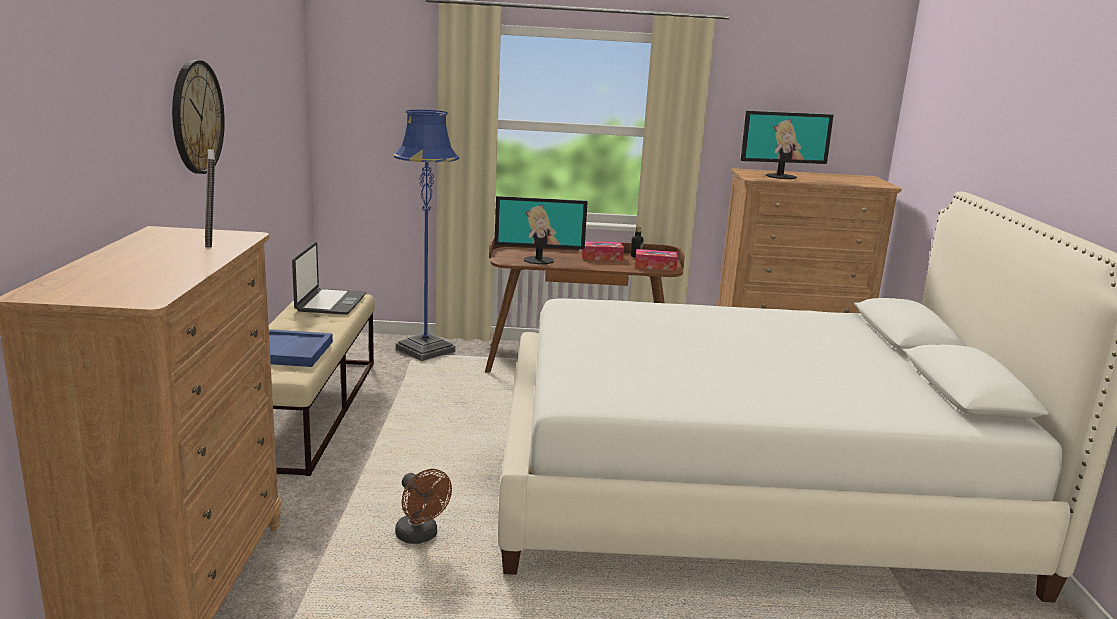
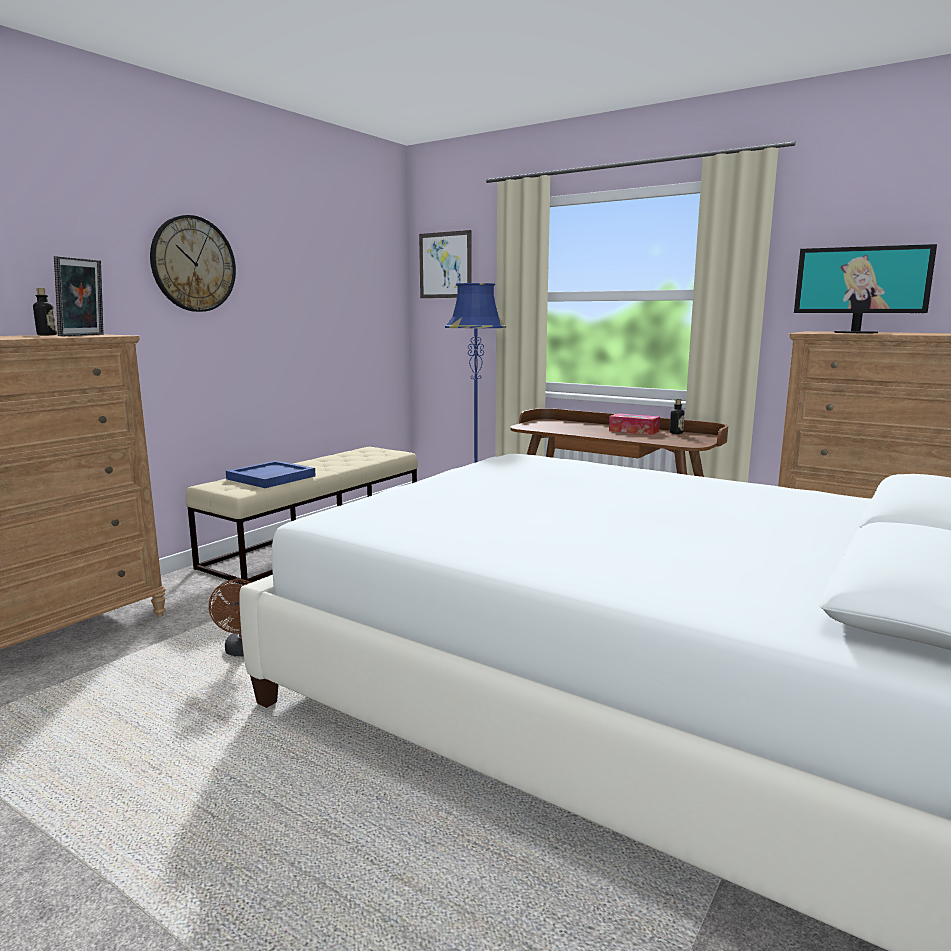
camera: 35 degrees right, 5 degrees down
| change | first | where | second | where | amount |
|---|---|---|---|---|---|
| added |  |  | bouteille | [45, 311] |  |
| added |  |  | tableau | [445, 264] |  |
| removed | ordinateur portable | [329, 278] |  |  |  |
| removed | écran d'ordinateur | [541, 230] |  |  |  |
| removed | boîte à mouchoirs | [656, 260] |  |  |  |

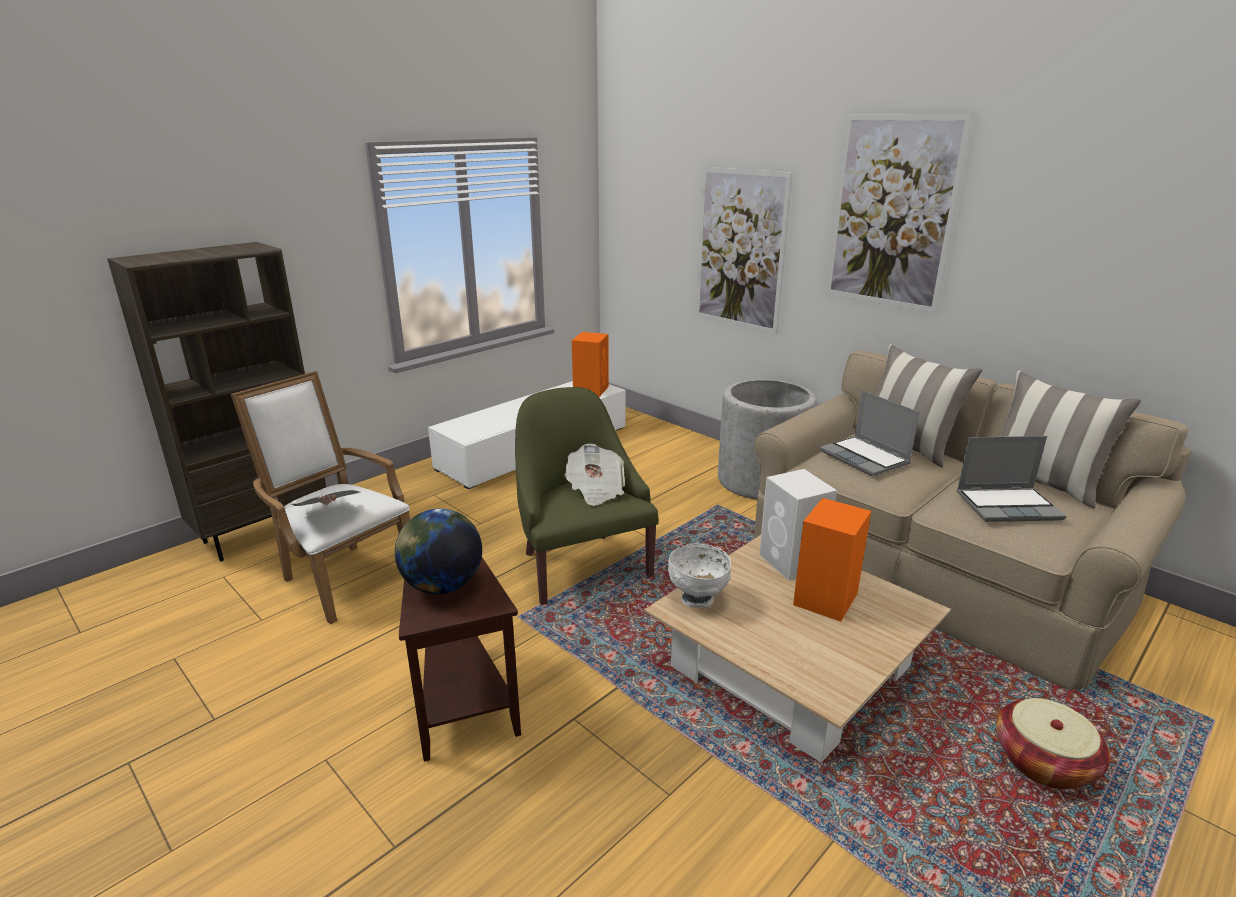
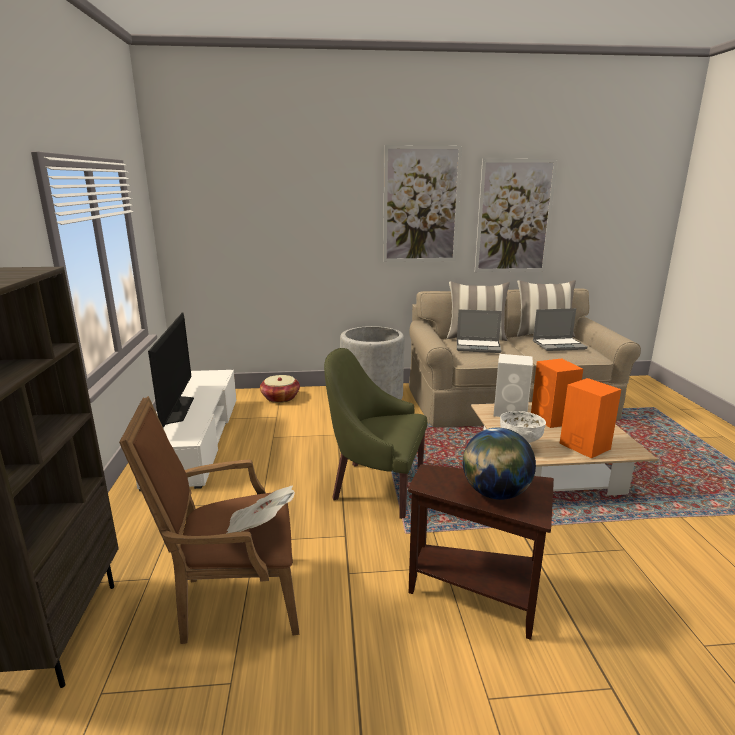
camera: 50 degrees left, 5 degrees down
| change | first | where | second | where | amount |
|---|---|---|---|---|---|
| recoloured | fauteuil [blanc] | [320, 497] | fauteuil [marron] | [209, 520] |  |
| added |  |  | téléviseur | [171, 370] |  |
| moved | panier | [1053, 743] |  | [280, 389] |  |
| moved | tableau | [744, 250] |  | [516, 215] |  |
| turned | ordinateur portable | [1011, 479] |  | [560, 329] | 45 degrees clockwise |
| moved | enceinte [orange] | [590, 364] |  | [590, 418] |  |
| removed | journal | [595, 475] |  |  |  |

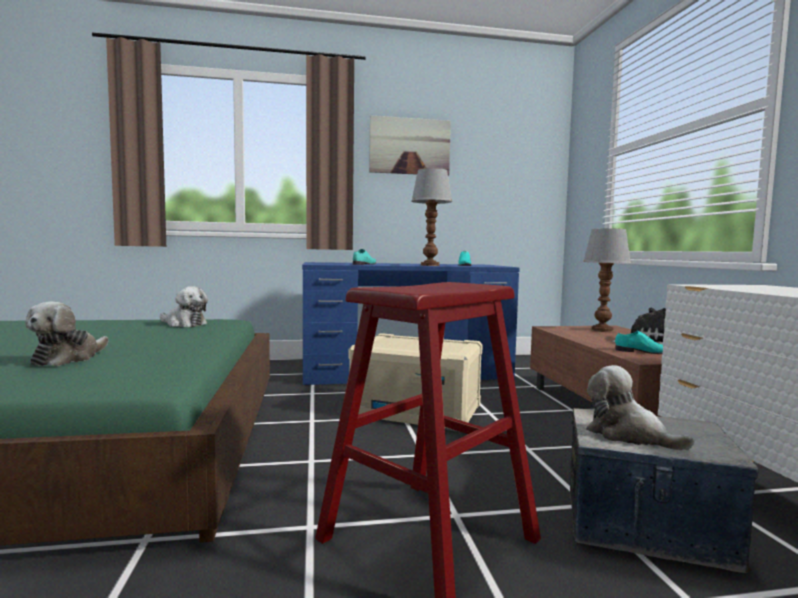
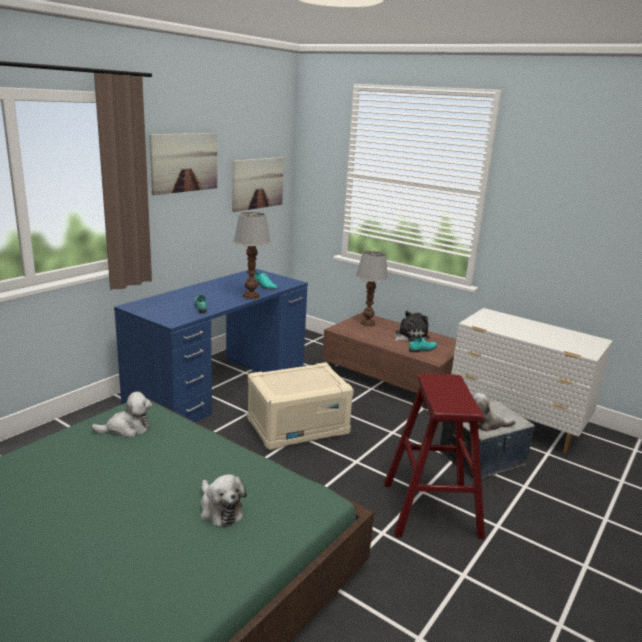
camera: 45 degrees left, 15 degrees up
| change | first | where | second | where | amount |
|---|---|---|---|---|---|
| added |  |  | tableau | [258, 184] |  |

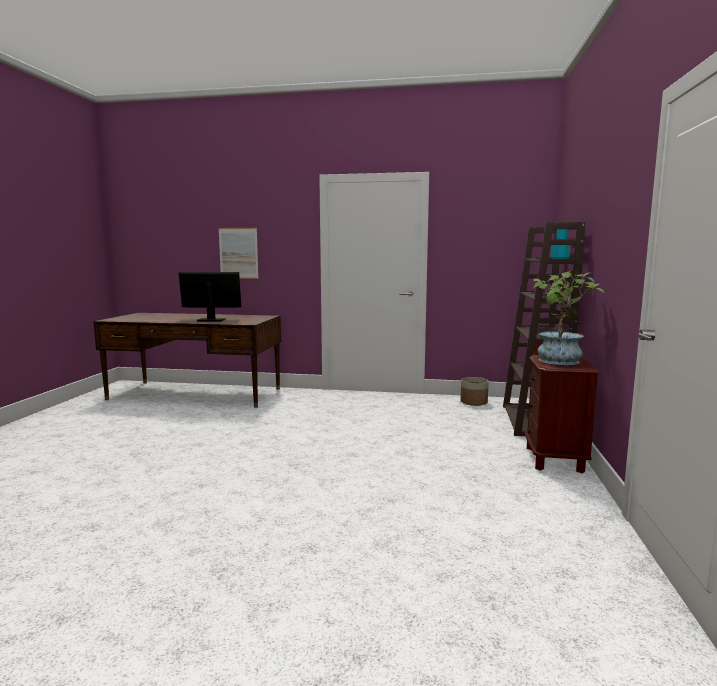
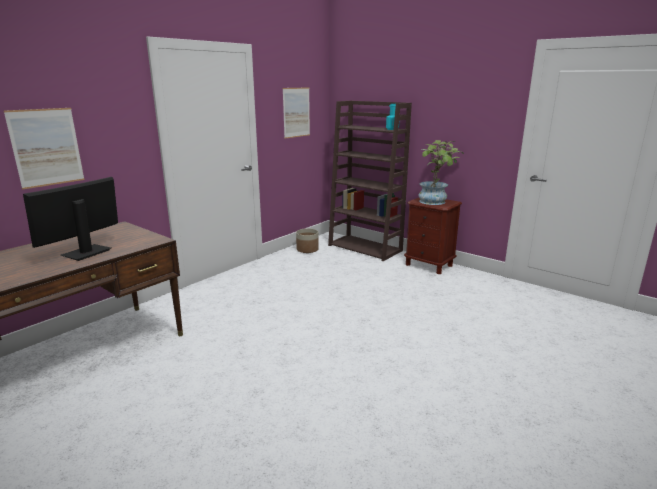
camera: 60 degrees left, 10 degrees up
| change | first | where | second | where | amount |
|---|---|---|---|---|---|
| added |  |  | tableau | [296, 113] |  |

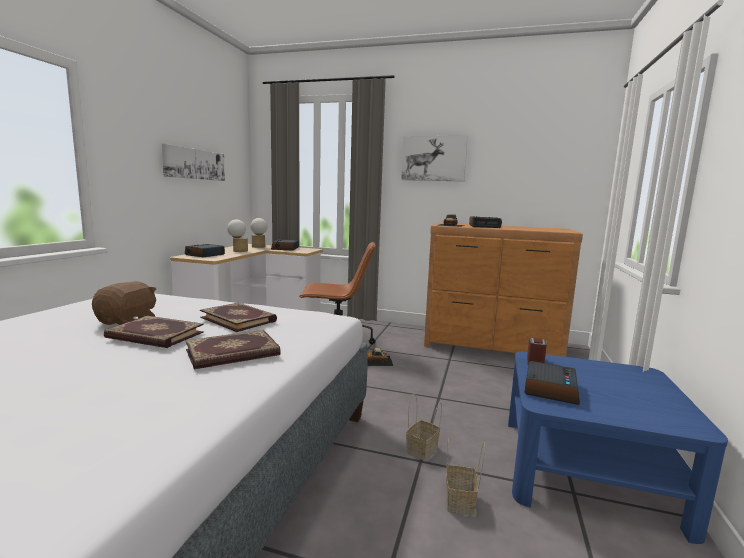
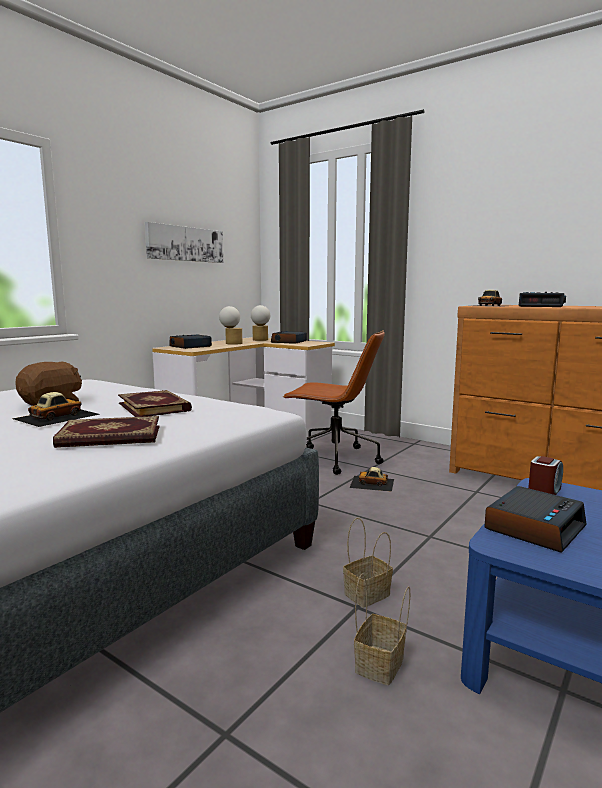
camera: 20 degrees right, 0 degrees up
| change | first | where | second | where | amount |
|---|---|---|---|---|---|
| replaced | livre | [154, 332] | petite voiture | [56, 409] |  |
| removed | tableau | [434, 159] |  |  |  |

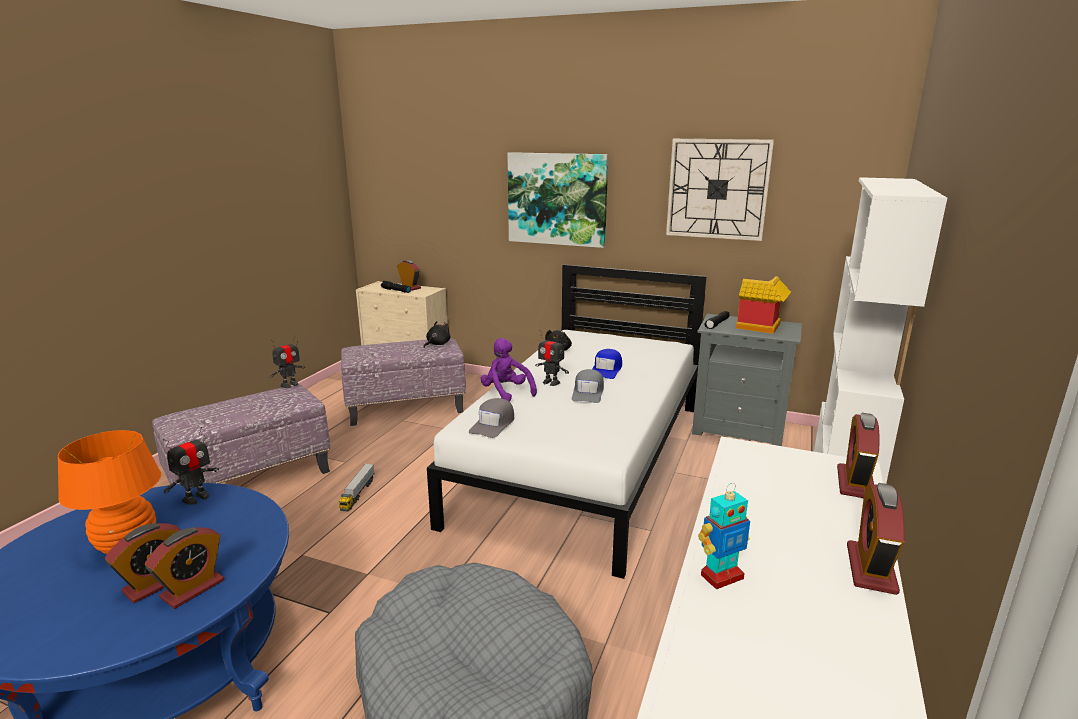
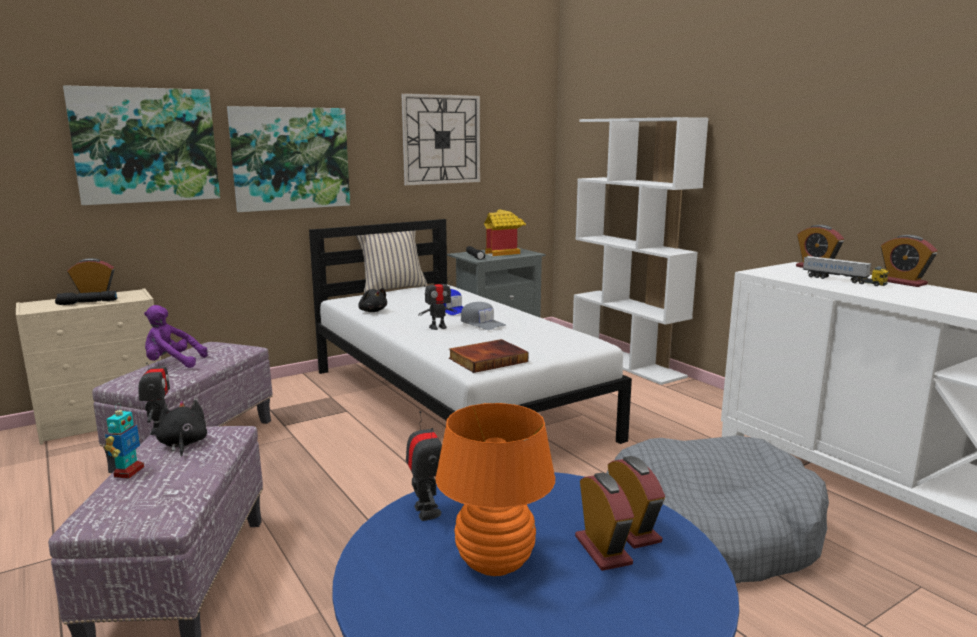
camera: 55 degrees left, 5 degrees down
| change | first | where | second | where | amount |
|---|---|---|---|---|---|
| added |  |  | tableau | [141, 145] |  |
| moved | robot jouet | [724, 536] |  | [124, 441] |  |
| moved | peluche [violet] | [508, 370] |  | [176, 336] |  |
| moved | peluche [noir] | [437, 334] |  | [181, 428] |  |
| added |  |  | coussin [beige] | [392, 261] |  |
| replaced | casquette [gris] | [491, 418] | livre | [489, 356] |  |
| moved | camion jouet | [357, 488] |  | [846, 271] |  |

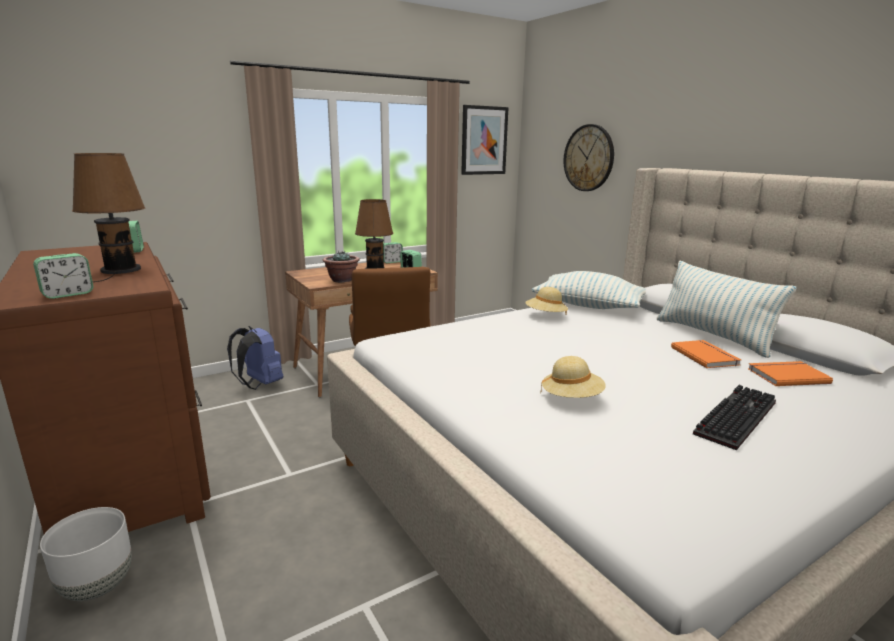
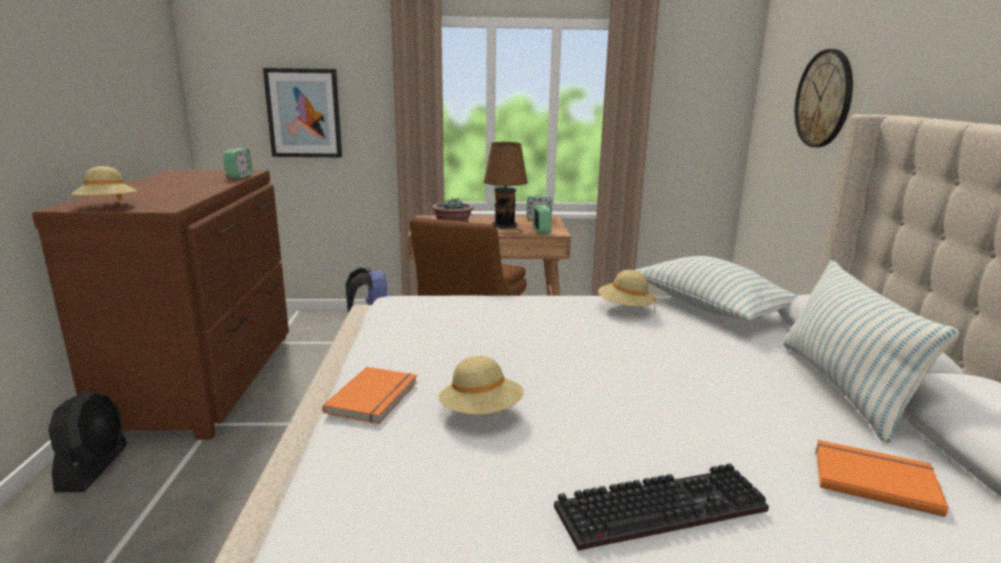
camera: 30 degrees right, 0 degrees up
| change | first | where | second | where | amount |
|---|---|---|---|---|---|
| replaced | cache-pot [blanc] | [86, 554] | ventilateur [noir] | [87, 441] |  |
| replaced | réveil | [63, 276] | chapeau [beige] | [104, 183] |  |
| moved | tableau | [485, 140] |  | [302, 113] |  |
| moved | livre [orange] | [706, 354] |  | [369, 395] |  |
| removed | lampe de table [marron] | [109, 217] |  |  |  |

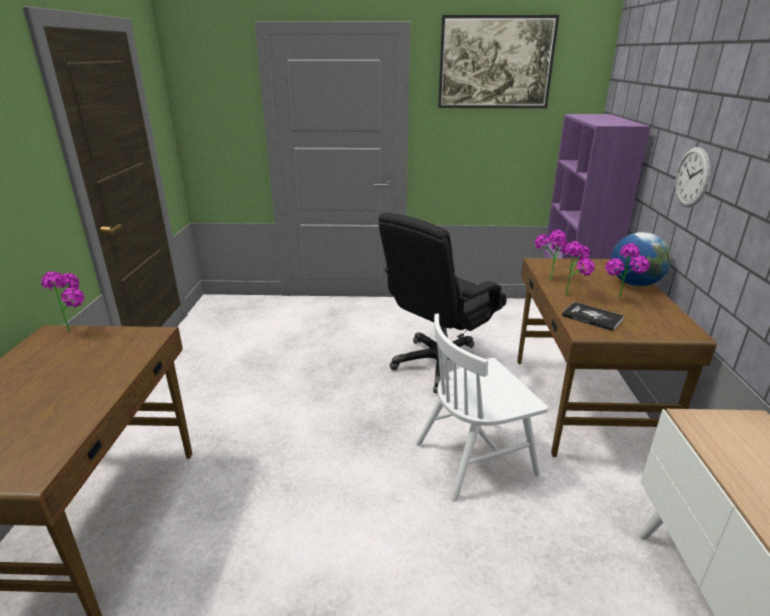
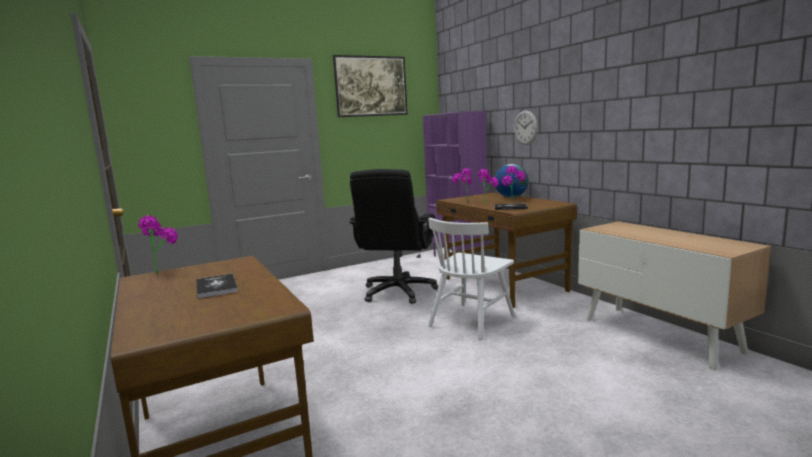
camera: 30 degrees left, 15 degrees down
| change | first | where | second | where | amount |
|---|---|---|---|---|---|
| added |  |  | livre | [217, 286] |  |

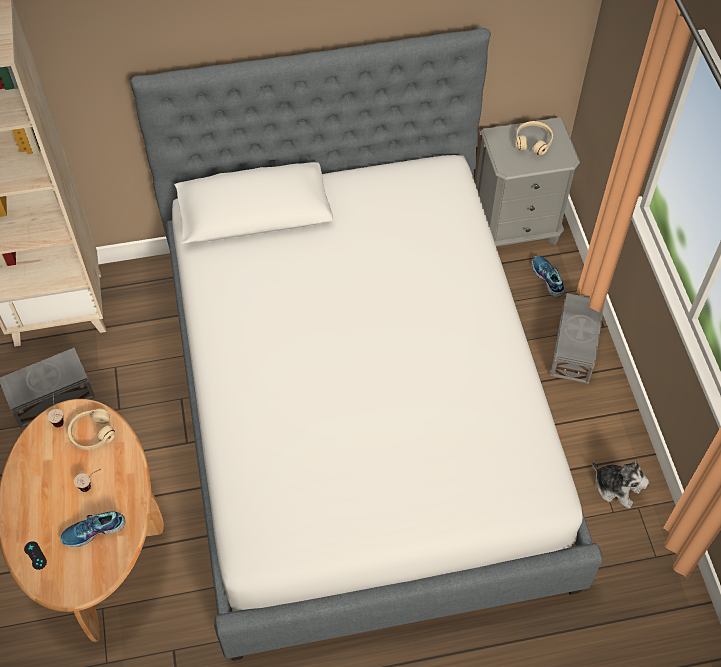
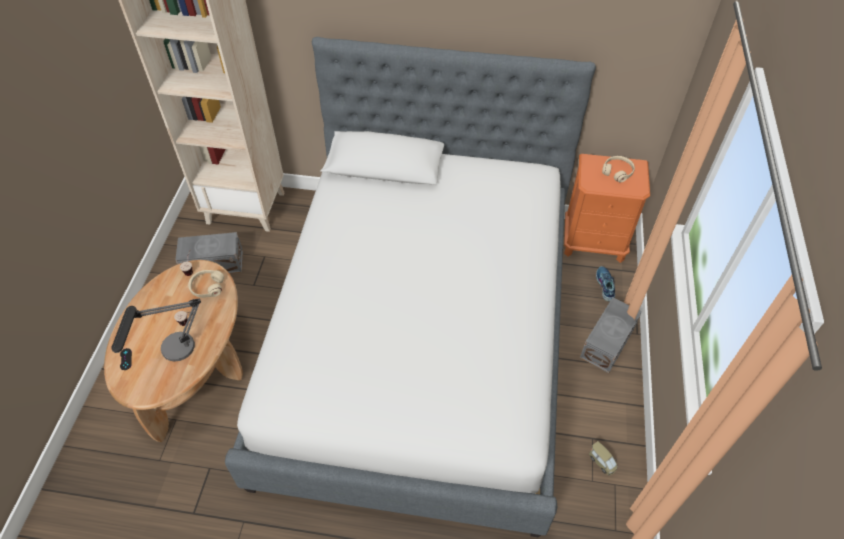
camera: 20 degrees right, 5 degrees down
| change | first | where | second | where | amount |
|---|---|---|---|---|---|
| replaced | chaussure | [92, 529] | lampe de table | [156, 330] |  |
| recoloured | table de chevet [gris] | [528, 182] | table de chevet [orange] | [607, 208] |  |
| replaced | peluche | [620, 485] | petite voiture | [603, 458] |  |

